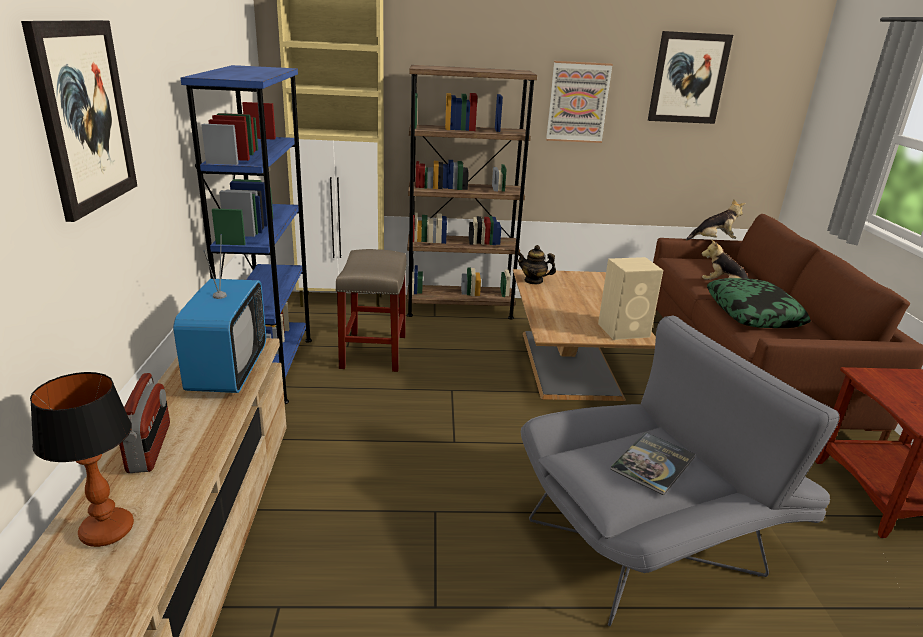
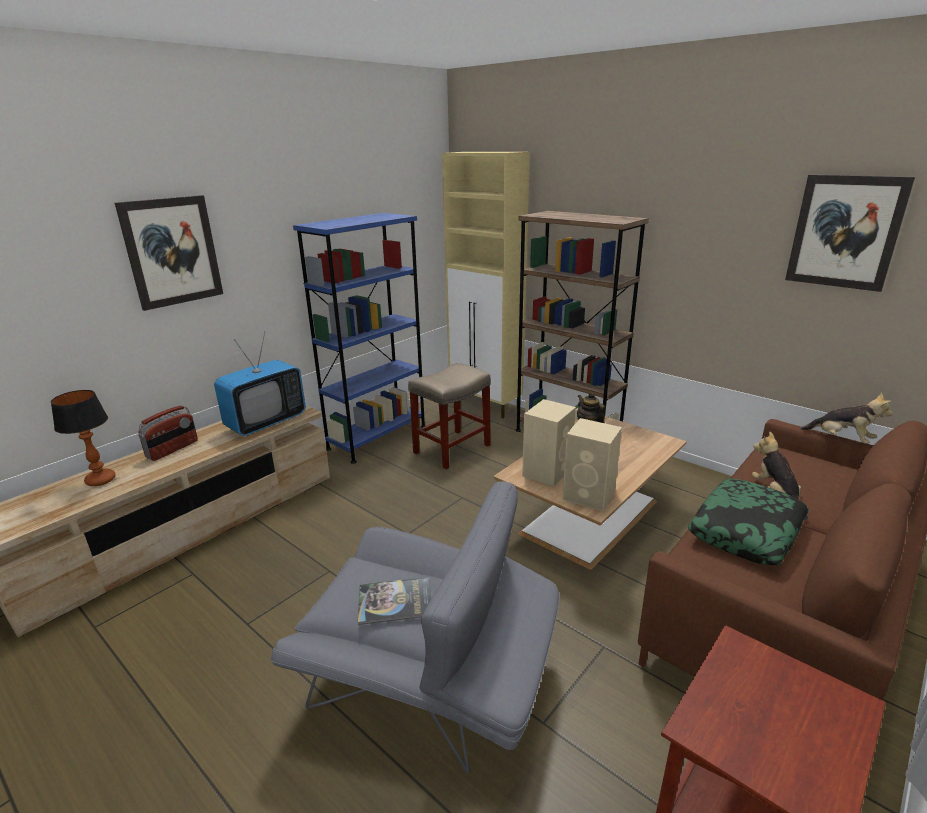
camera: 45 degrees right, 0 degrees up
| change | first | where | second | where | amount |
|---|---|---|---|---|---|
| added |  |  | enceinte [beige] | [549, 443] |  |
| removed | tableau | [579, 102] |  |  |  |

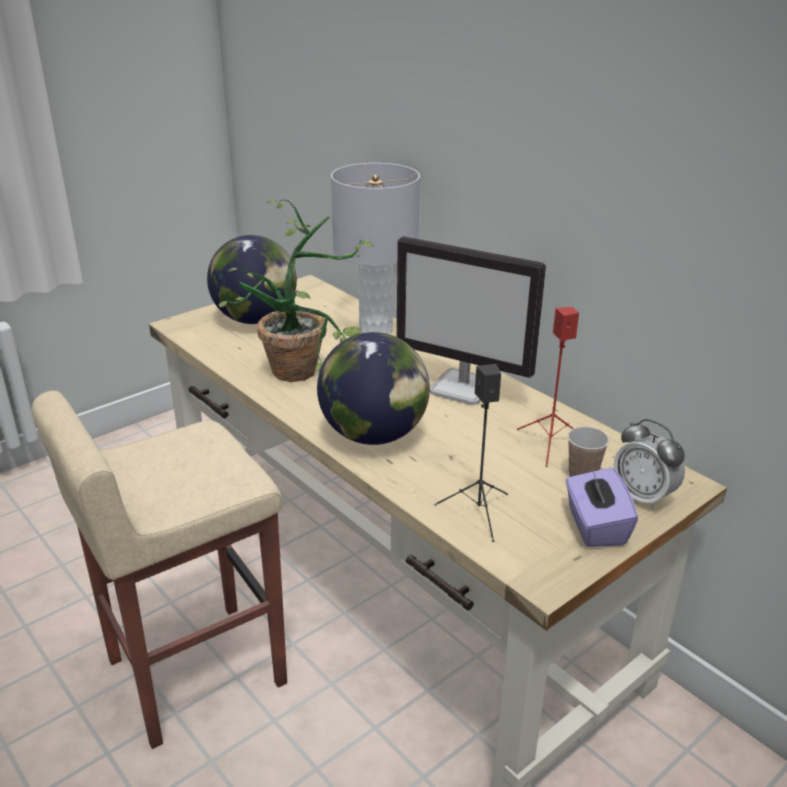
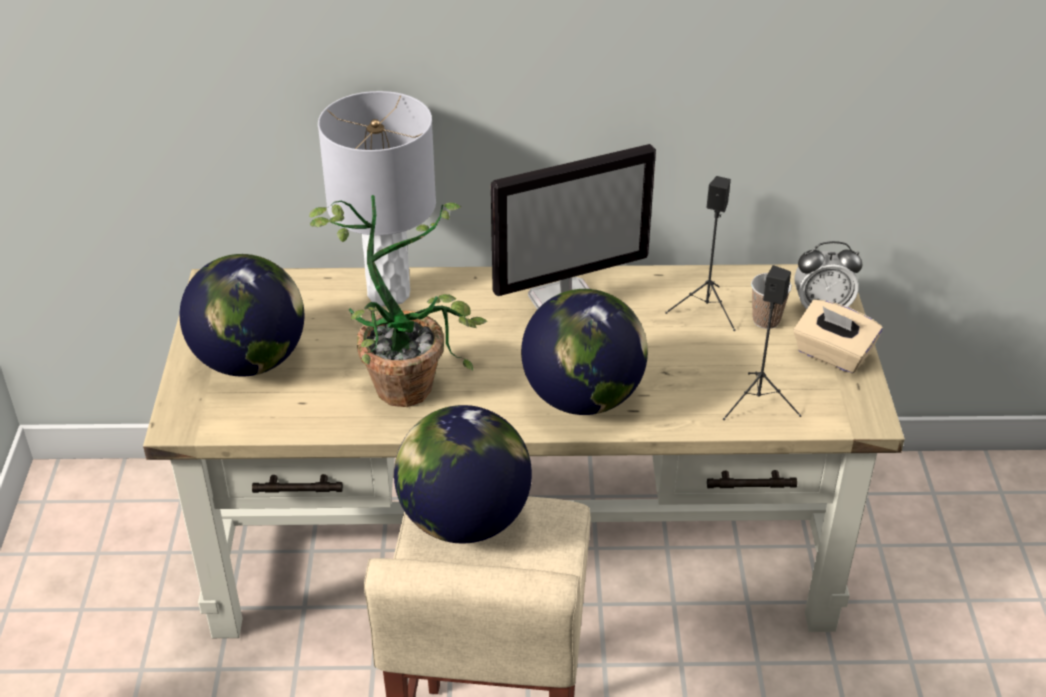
camera: 50 degrees left, 10 degrees up
| change | first | where | second | where | amount |
|---|---|---|---|---|---|
| added |  |  | globe | [463, 474] |  |
| recoloured | enceinte [rouge] | [548, 387] | enceinte [noir] | [700, 253] |  |
| recoloured | boîte à mouchoirs [violet] | [601, 507] | boîte à mouchoirs [beige] | [838, 336] |  |

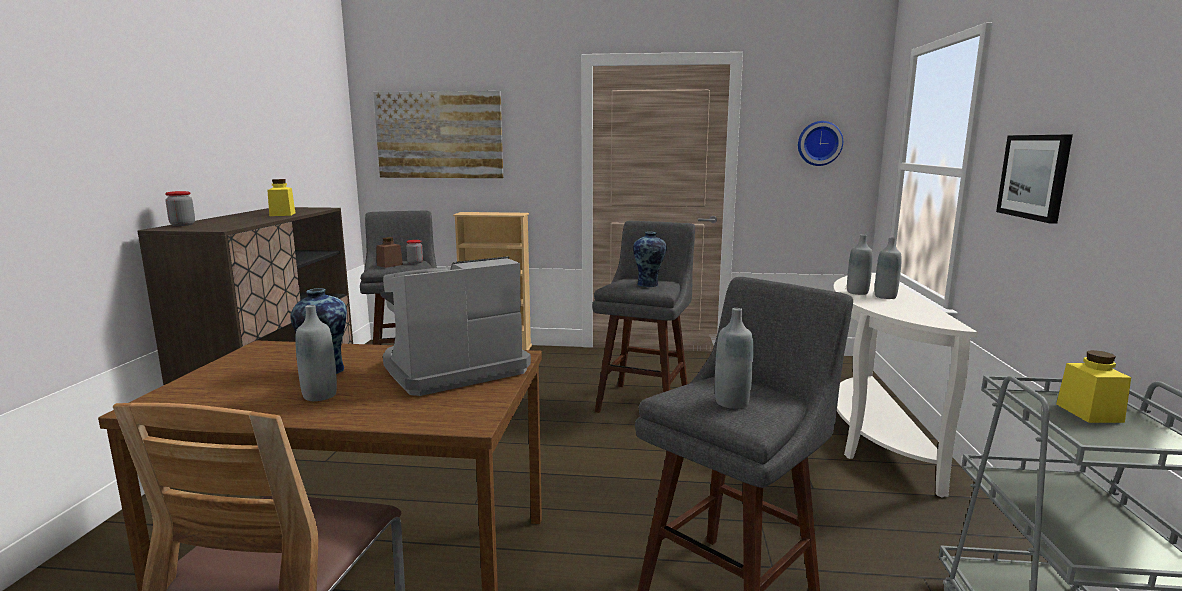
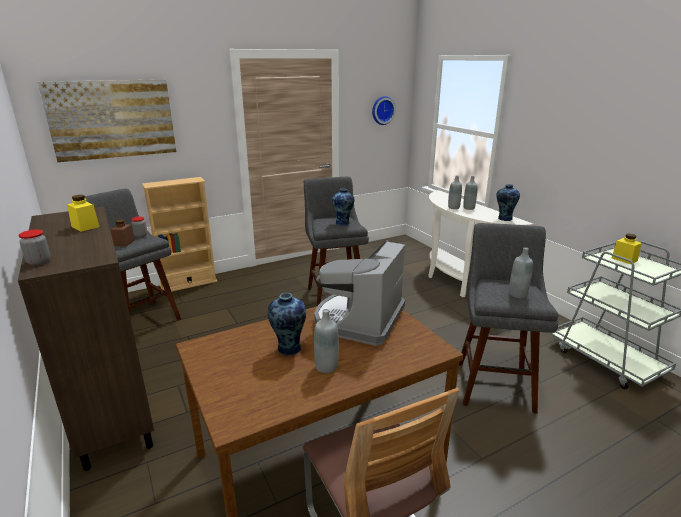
camera: 35 degrees left, 10 degrees up
| change | first | where | second | where | amount |
|---|---|---|---|---|---|
| added |  |  | vase | [508, 202] |  |
| removed | tableau | [1034, 179] |  |  |  |

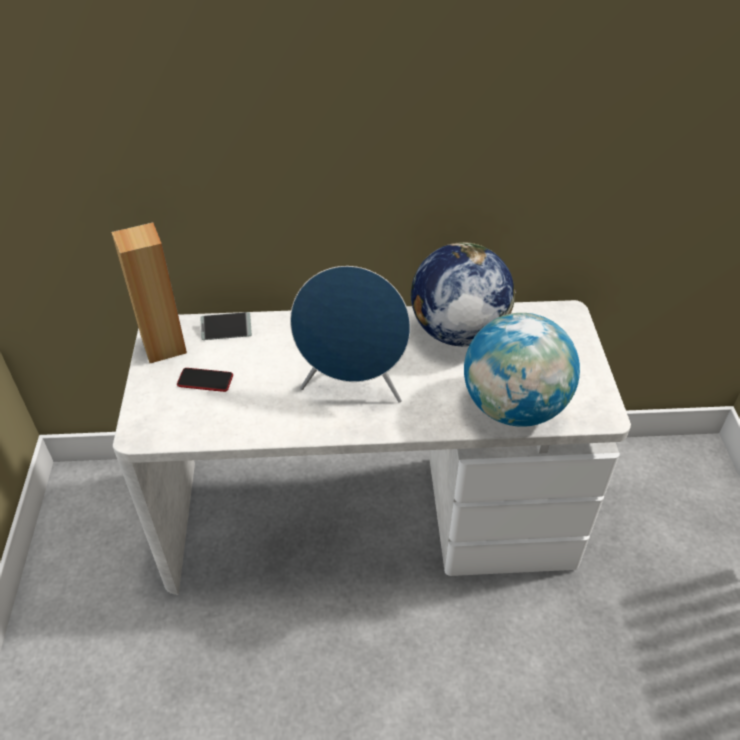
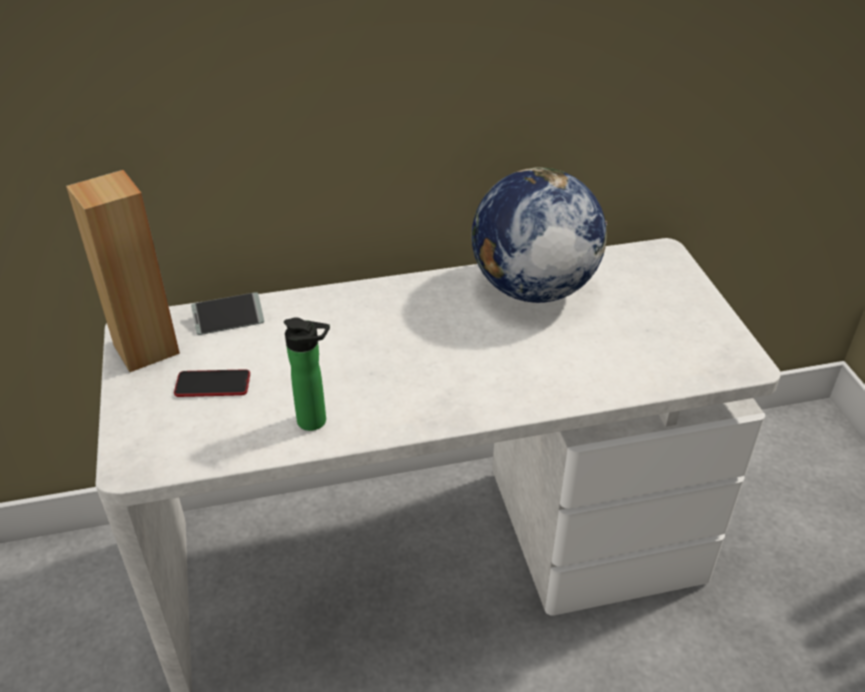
camera: 10 degrees left, 5 degrees down
| change | first | where | second | where | amount |
|---|---|---|---|---|---|
| added |  |  | bouteille | [307, 374] |  |
| removed | enceinte [bleu] | [350, 334] |  |  |  |
| removed | globe | [522, 370] |  |  |  |

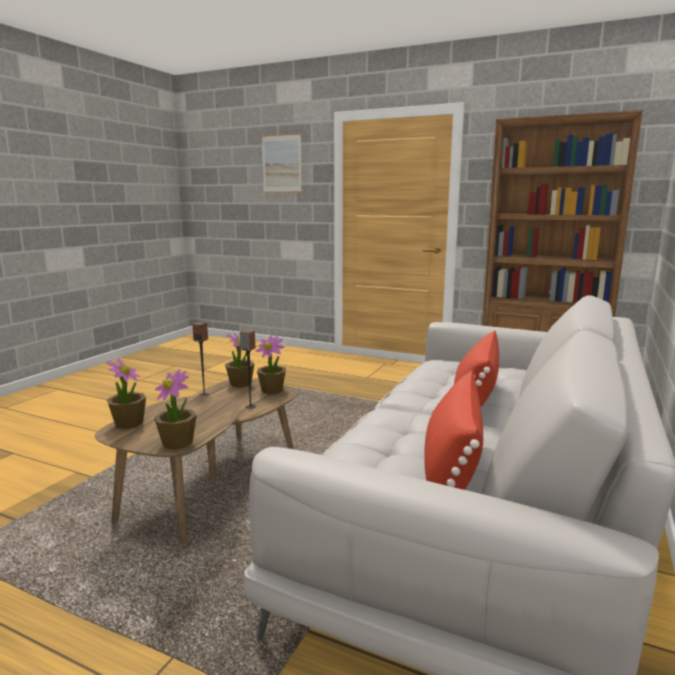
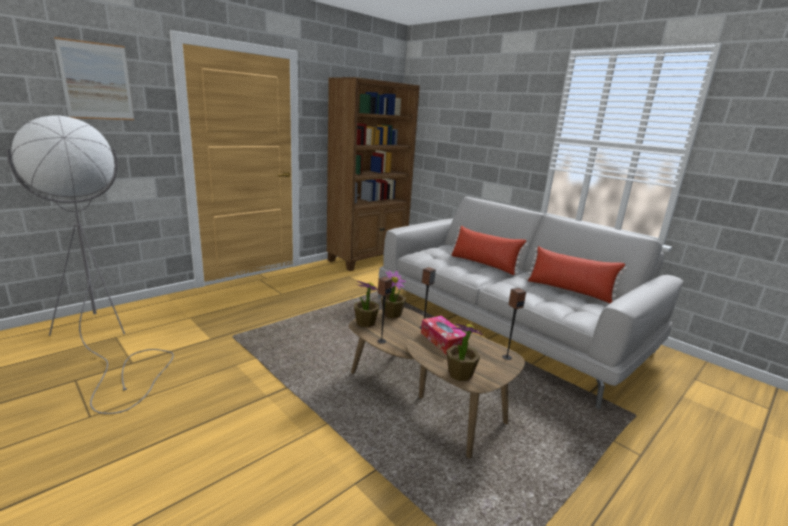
camera: 70 degrees left, 5 degrees up
| change | first | where | second | where | amount |
|---|---|---|---|---|---|
| added |  |  | lampadaire [gris] | [90, 264] |  |
| added |  |  | boîte à mouchoirs | [443, 335] |  |
| replaced | plante en pot | [175, 409] | enceinte | [514, 324] |  |

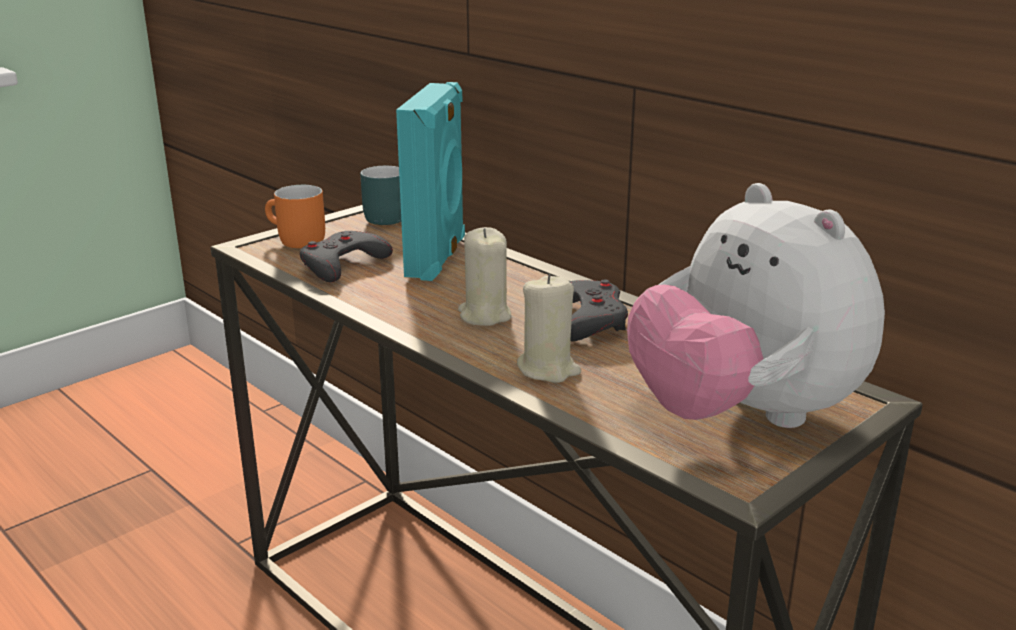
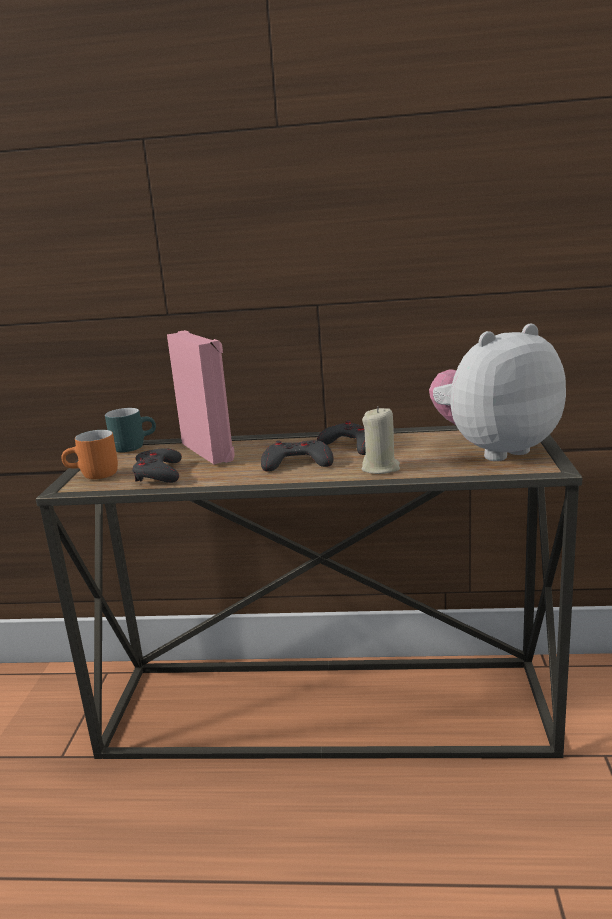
camera: 40 degrees left, 5 degrees down
| change | first | where | second | where | amount |
|---|---|---|---|---|---|
| recoloured | enceinte [turquoise] | [430, 181] | enceinte [rose] | [201, 397] |  |
| replaced | bougie [beige] | [484, 276] | manette [gris] | [297, 455] |  |
| turned | peluche | [756, 305] |  | [497, 392] | 135 degrees clockwise |

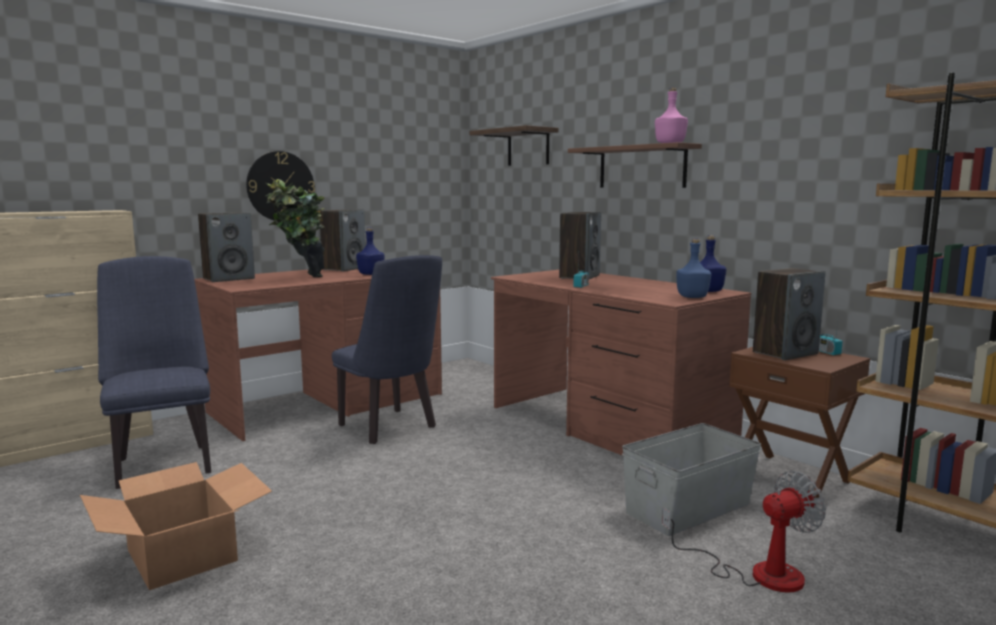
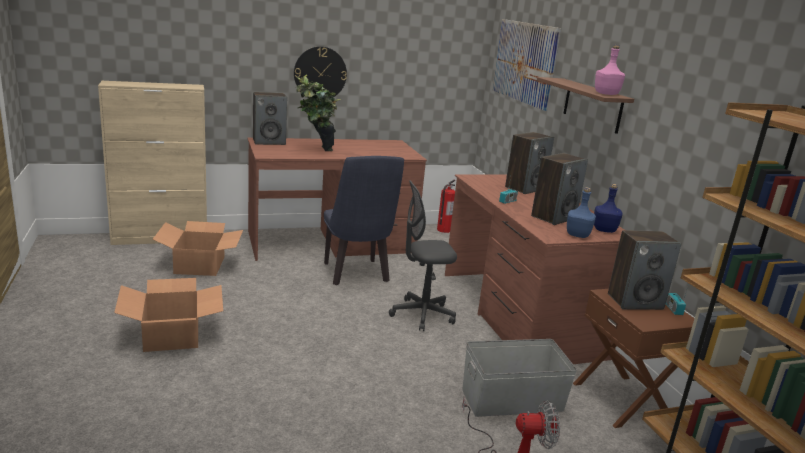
camera: 20 degrees right, 10 degrees up
| change | first | where | second | where | amount |
|---|---|---|---|---|---|
| replaced | chaise [bleu] | [154, 372] | carton | [198, 248] |  |
| added |  |  | chaise de bureau [gris] | [423, 255] |  |
| added |  |  | extincteur | [446, 206] |  |
| replaced | étagère | [514, 145] | tableau | [526, 65] |  |
| moved | enceinte | [343, 240] |  | [559, 189] |  |
| removed | bouteille [bleu] | [370, 251] |  |  |  |

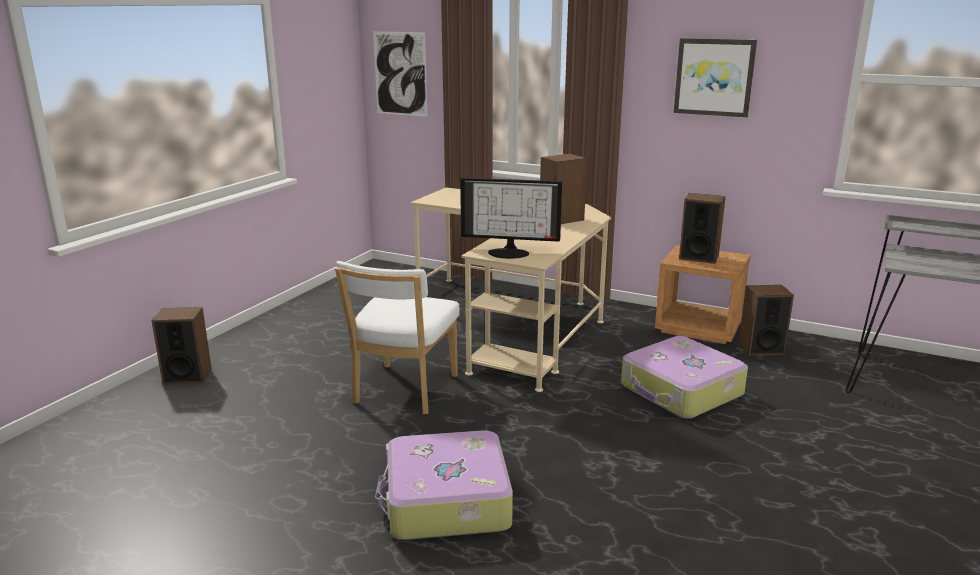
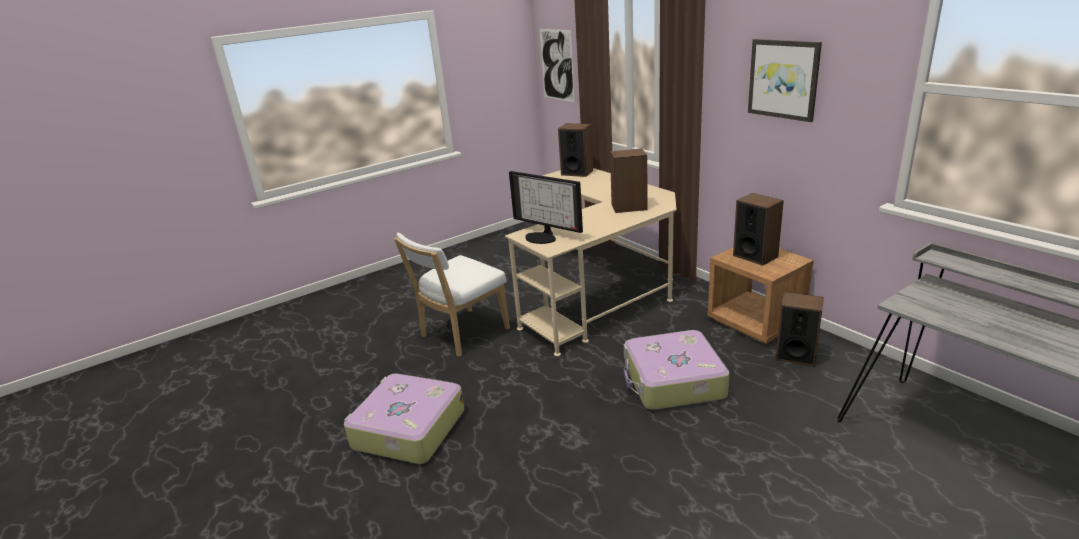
camera: 30 degrees right, 5 degrees up
| change | first | where | second | where | amount |
|---|---|---|---|---|---|
| moved | enceinte | [181, 345] |  | [575, 150] |  |

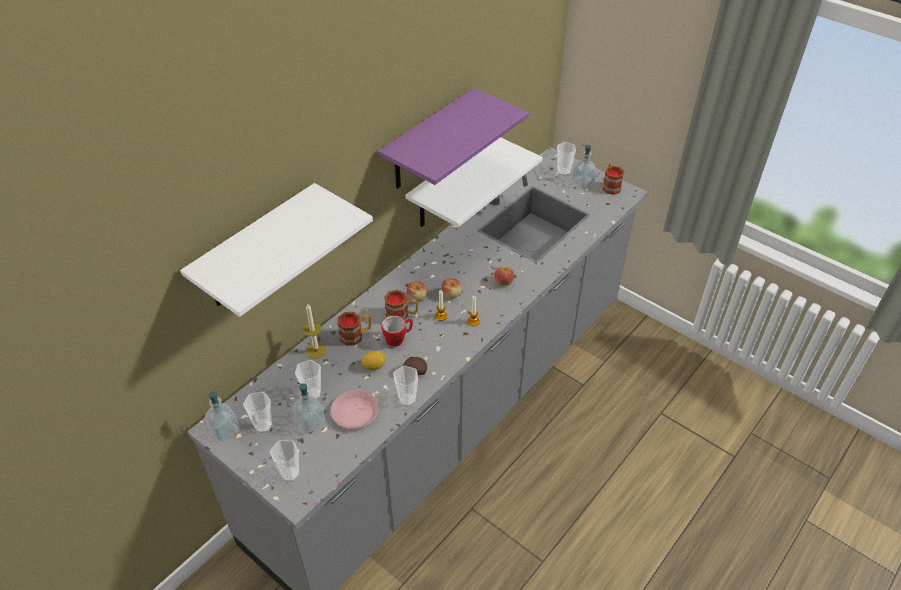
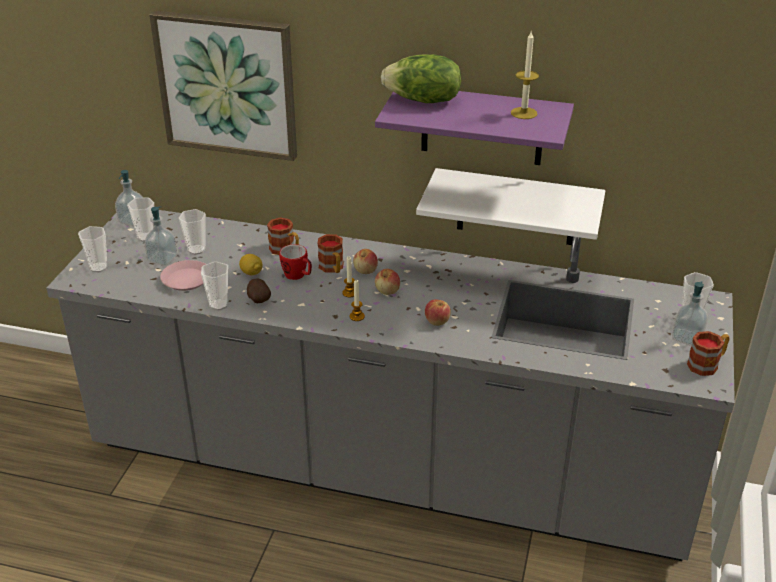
camera: 65 degrees right, 10 degrees down
| change | first | where | second | where | amount |
|---|---|---|---|---|---|
| replaced | étagère [blanc] | [276, 250] | tableau | [223, 86] |  |
| added |  |  | laitue | [421, 78] |  |
| moved | bougie | [315, 331] |  | [525, 75] |  |

